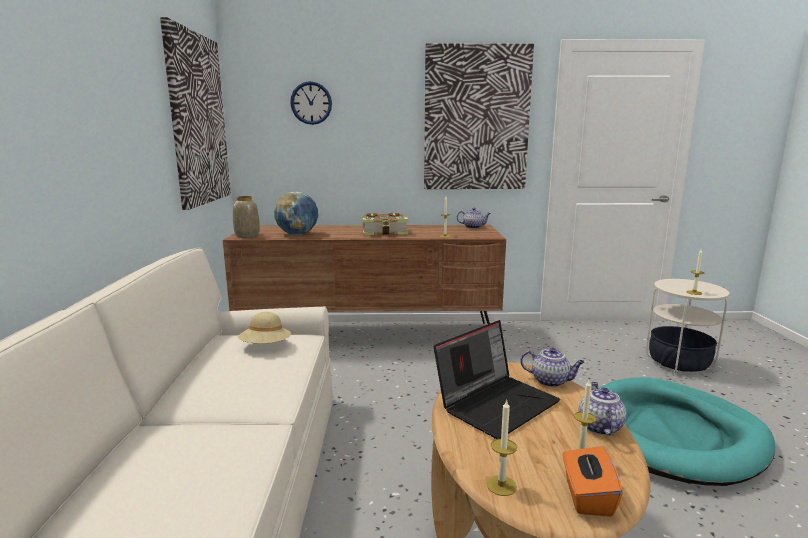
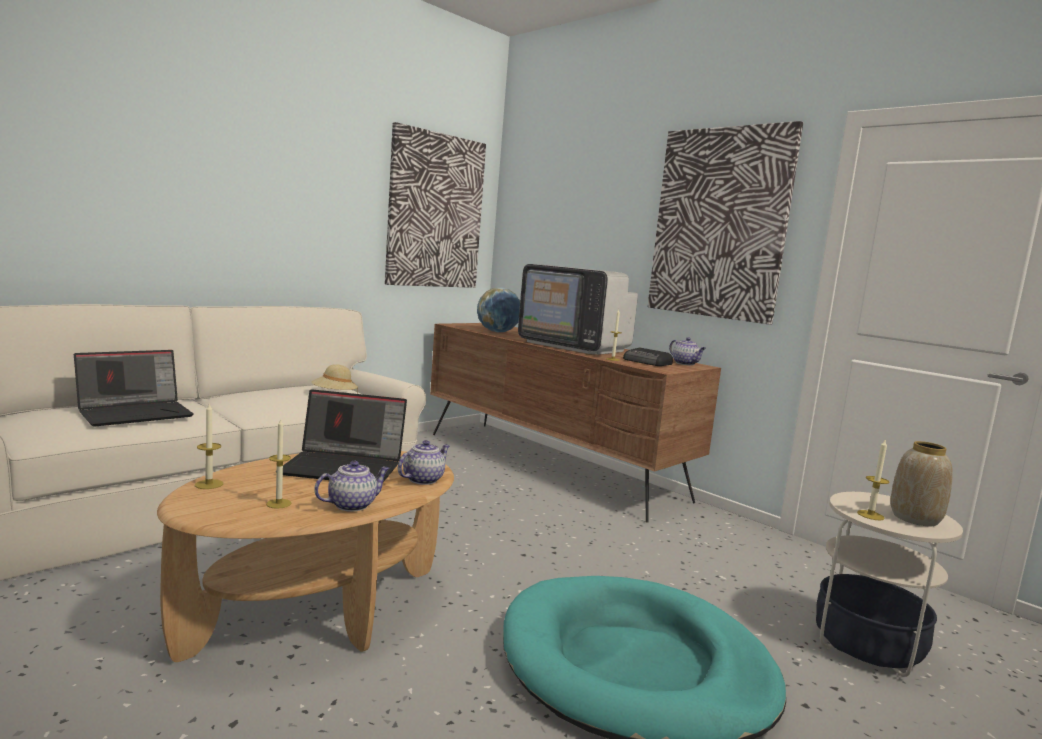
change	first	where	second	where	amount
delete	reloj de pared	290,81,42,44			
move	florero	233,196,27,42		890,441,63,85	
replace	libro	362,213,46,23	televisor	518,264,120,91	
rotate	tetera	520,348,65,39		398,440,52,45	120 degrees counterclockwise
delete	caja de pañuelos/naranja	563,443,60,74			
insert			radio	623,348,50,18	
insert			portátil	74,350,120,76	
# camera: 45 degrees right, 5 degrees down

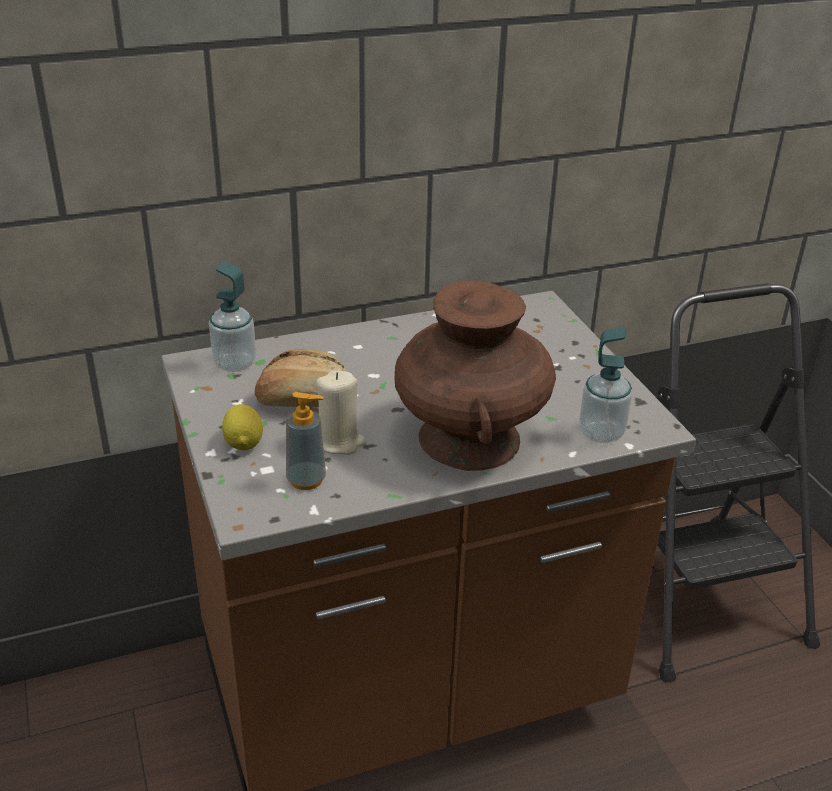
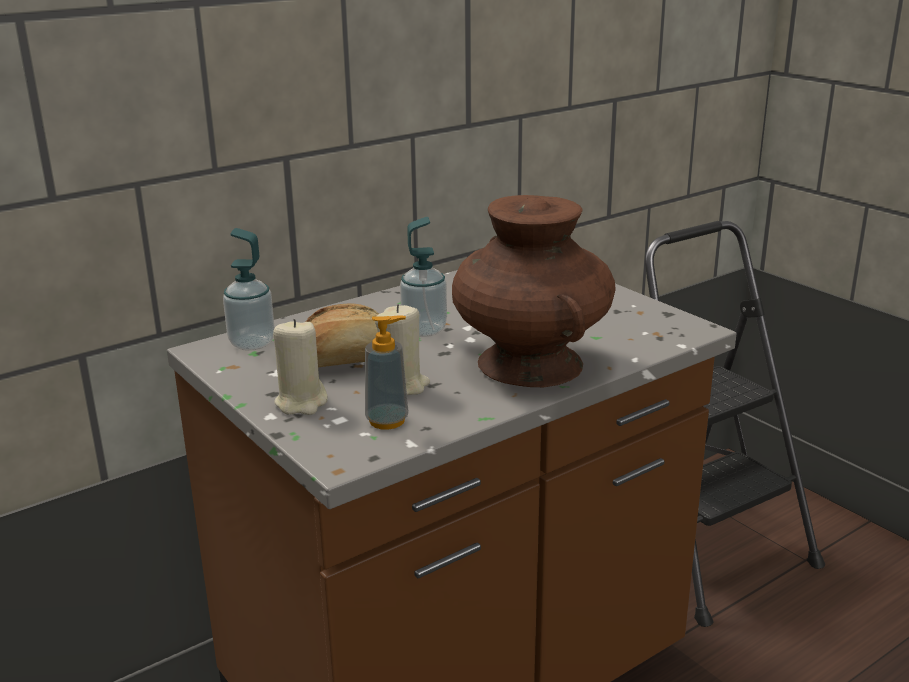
change	first	where	second	where	amount
move	dispensador de jabón	579,327,54,116		400,217,47,120	
replace	limón	222,404,41,46	vela/beis	273,319,55,96	
# camera: 15 degrees left, 10 degrees down

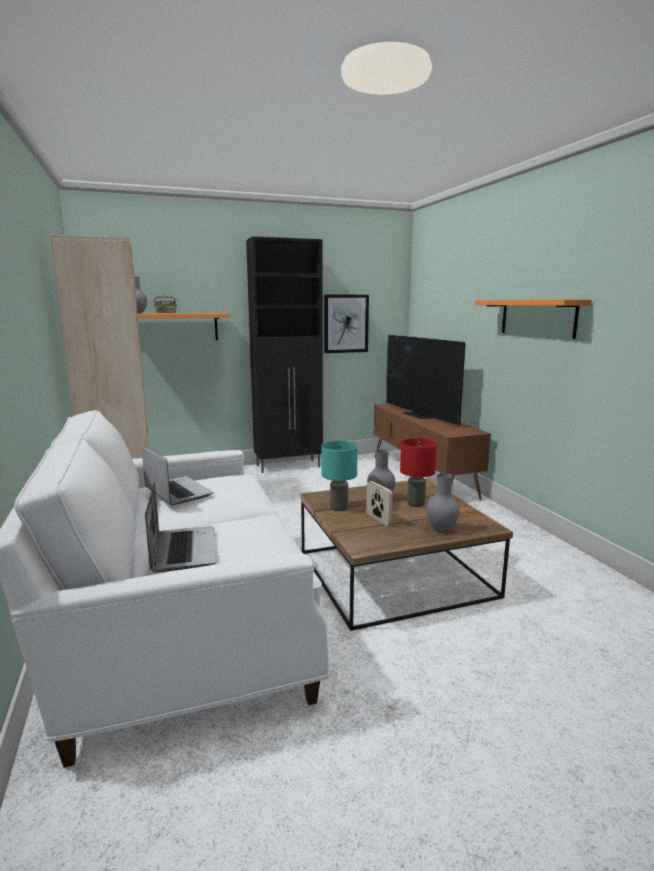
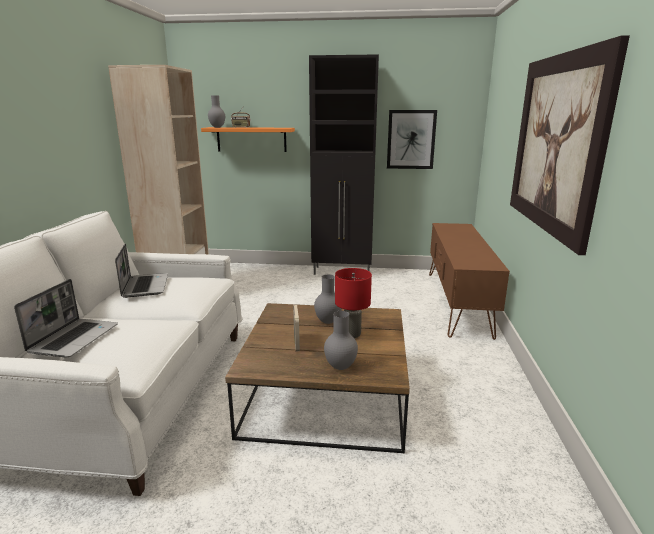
change	first	where	second	where	amount
replace	estante/naranja	475,300,116,39	cuadro	510,35,120,220	
delete	televisor	386,334,80,92			
delete	lámpara de mesa/turquesa	321,441,37,70			
# camera: 25 degrees right, 5 degrees up

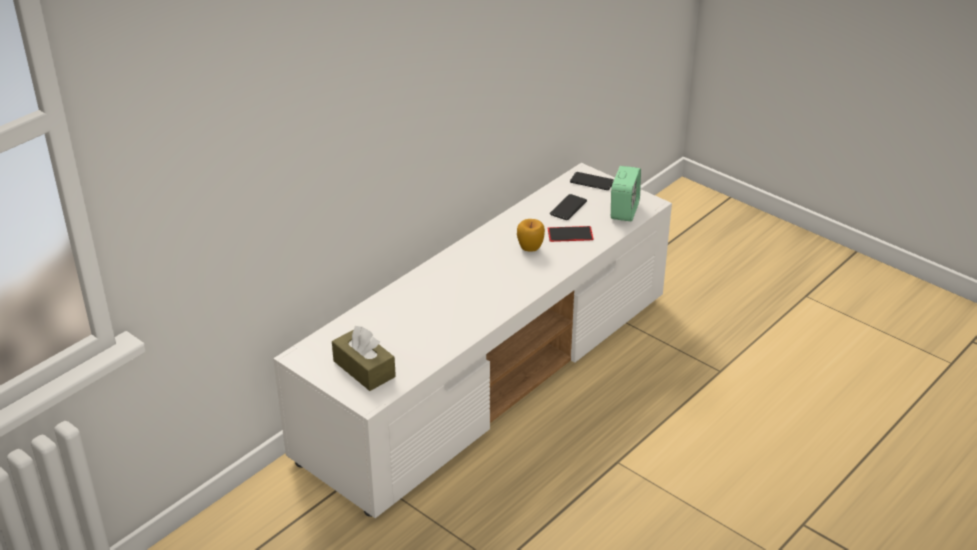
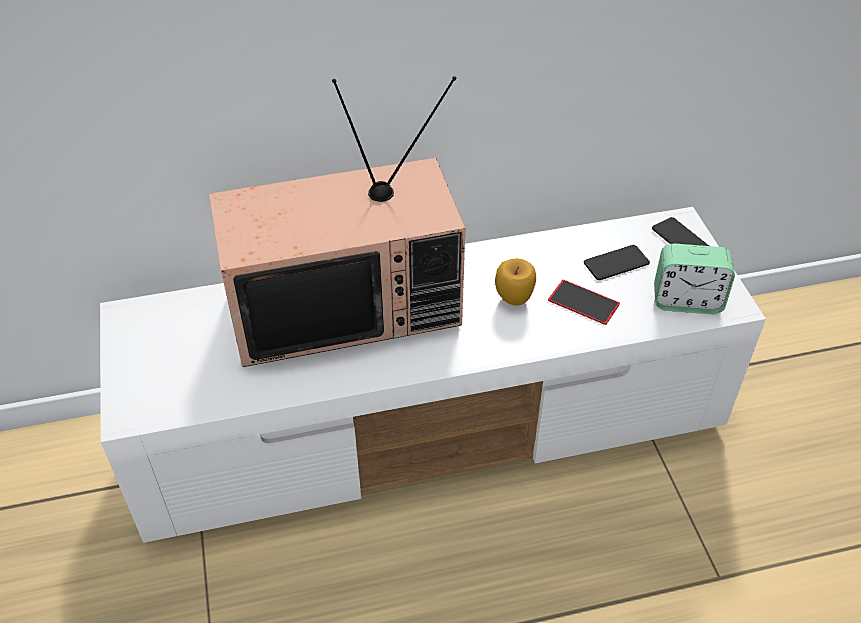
change	first	where	second	where	amount
rotate	despertador	611,166,30,56		654,243,81,71	45 degrees clockwise
delete	caja de pañuelos/marrón	332,326,64,65			
insert			televisor	209,76,256,291	
# camera: 35 degrees right, 10 degrees up

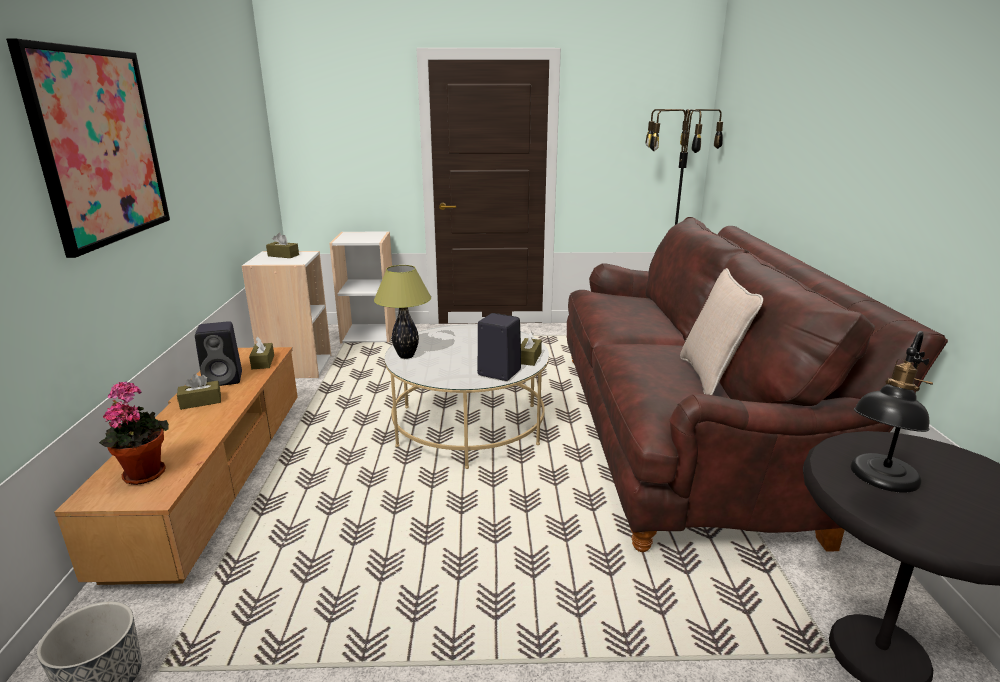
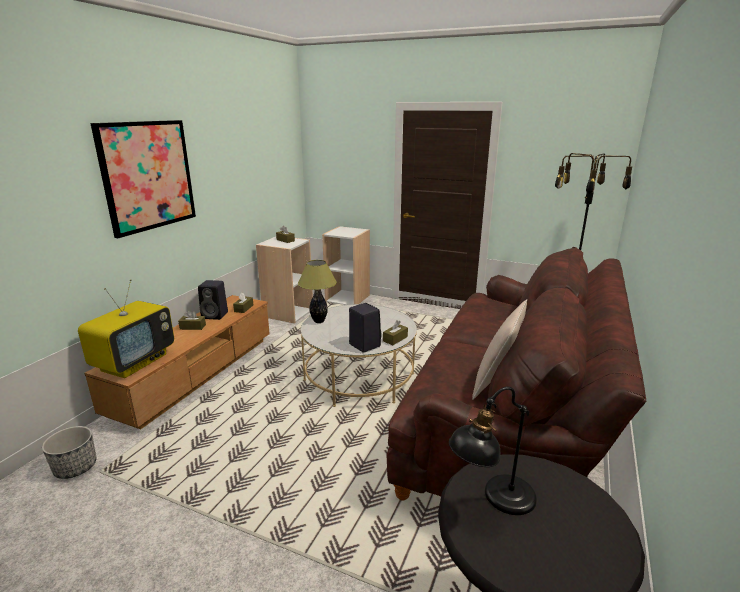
change	first	where	second	where	amount
replace	planta en maceta	99,382,70,103	televisor	78,279,96,99	
# camera: 25 degrees right, 0 degrees up

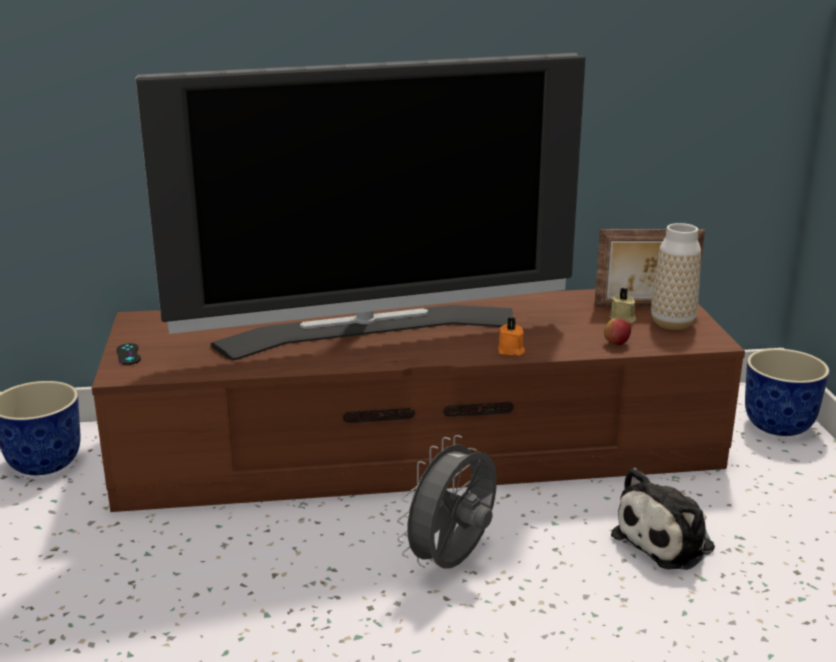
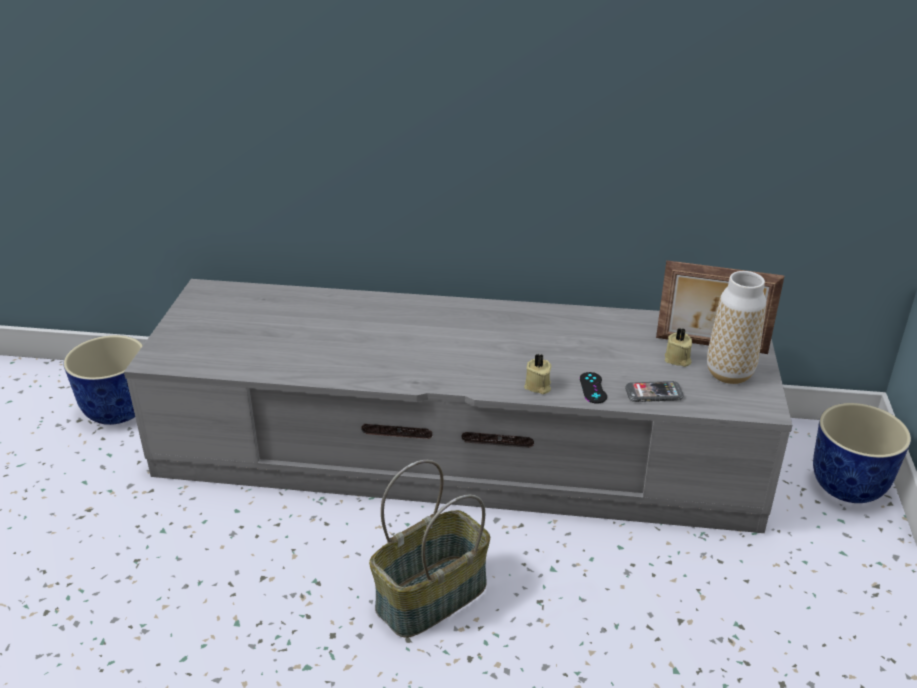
change	first	where	second	where	amount
delete	televisor	135,52,450,308			
recolor	mueble de televisión/marrón	92,289,653,223	mueble de televisión/gris	124,279,669,254	
recolor	vela/naranja	498,317,27,39	vela/beis	524,354,27,40	
replace	manzana	604,318,27,27	móvil	625,381,59,21	
move	mando de consola/negro	117,343,24,22		580,372,27,32	
replace	ventilador/gris	397,435,100,134	cesta	369,460,121,178	
delete	peluche	611,468,104,102			
# camera: 15 degrees right, 10 degrees up

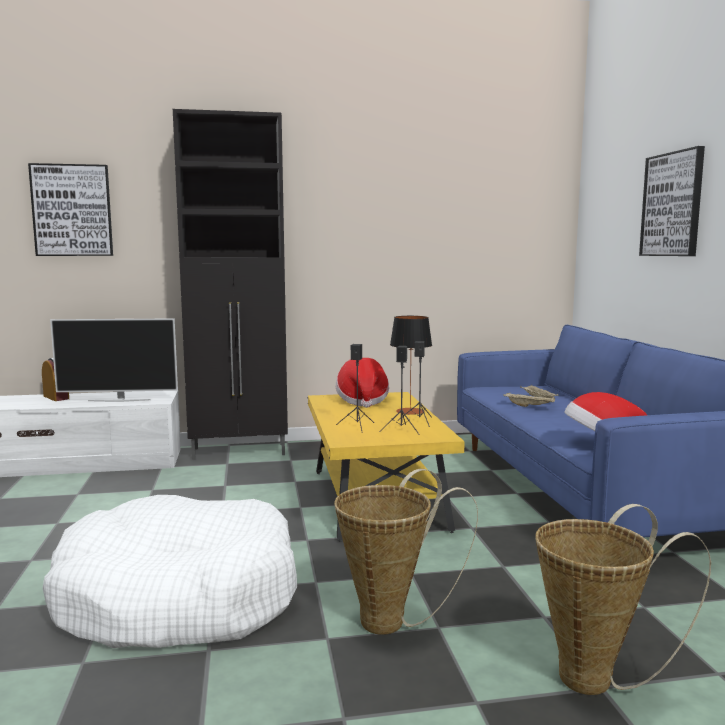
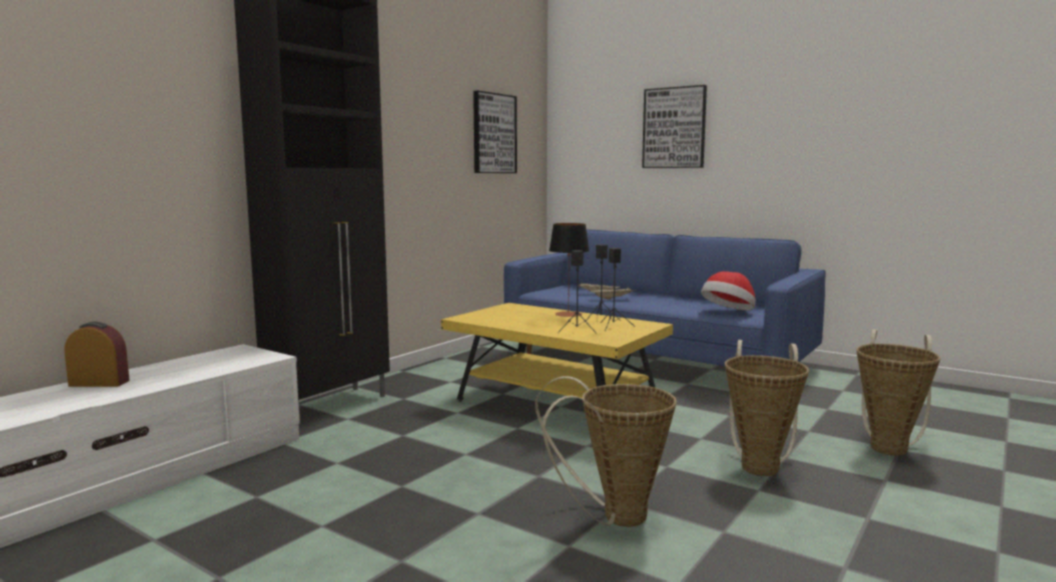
change	first	where	second	where	amount
move	cuadro	28,163,85,93		473,90,44,83	
delete	televisor	50,318,128,84			
delete	sombrero	336,358,53,50			
replace	cama para perro/blanco	43,495,254,153	cesta	535,376,142,151	
# camera: 45 degrees left, 0 degrees up

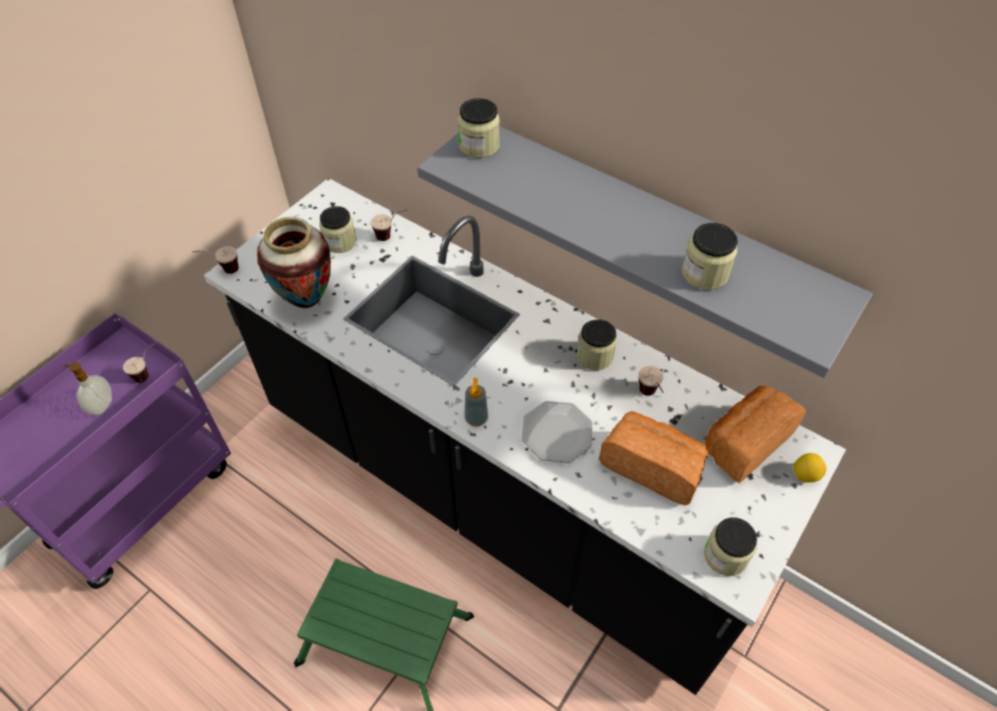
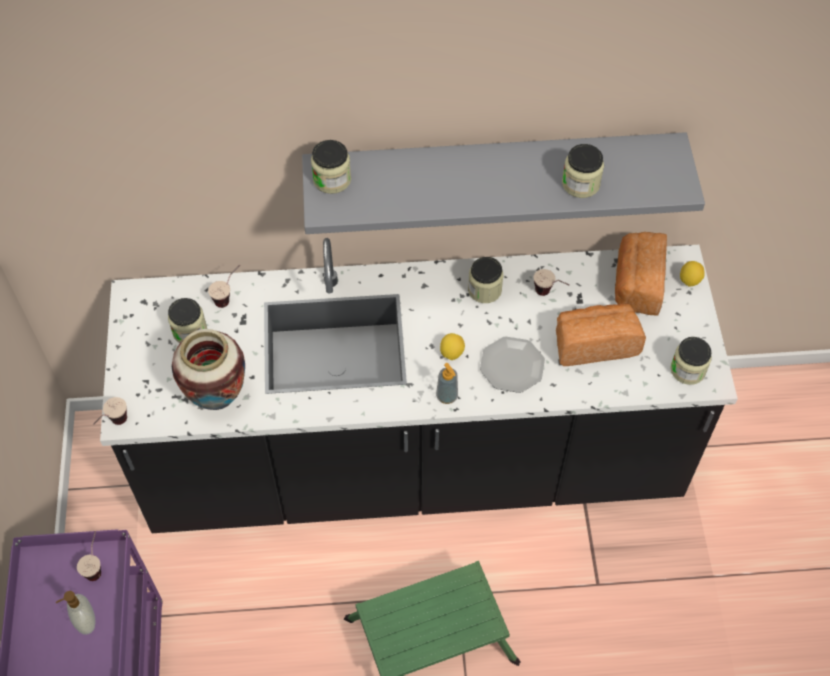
change	first	where	second	where	amount
insert			limón	440,333,25,27	
# camera: 40 degrees left, 5 degrees up

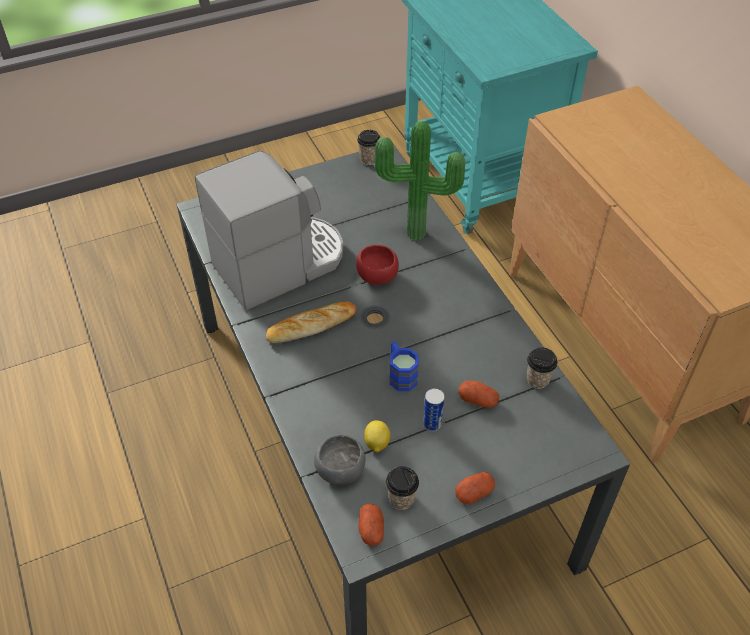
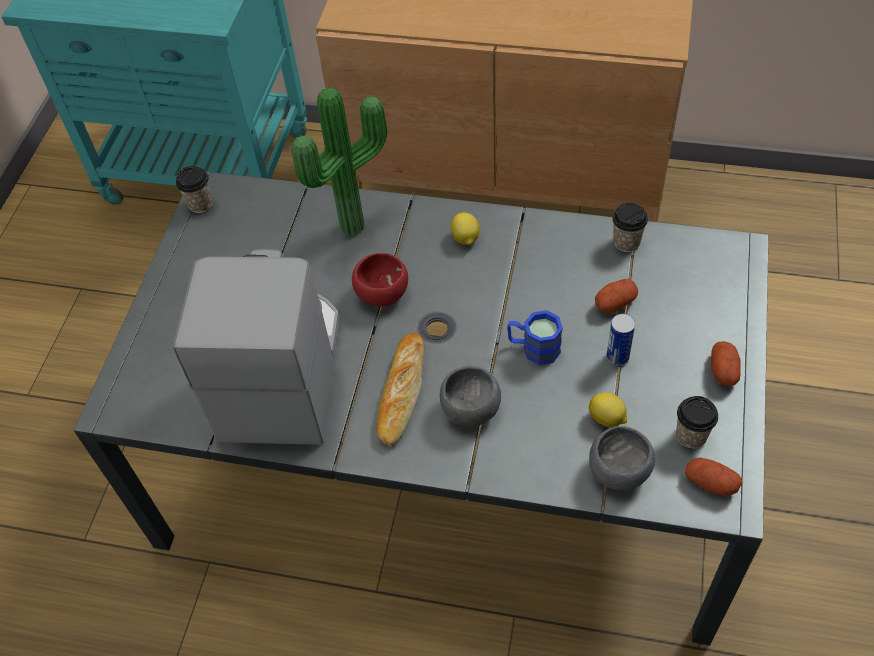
change	first	where	second	where	amount
insert			limón	451,213,29,32	
insert			cuenco/gris	440,366,61,60	
# camera: 50 degrees left, 5 degrees up

